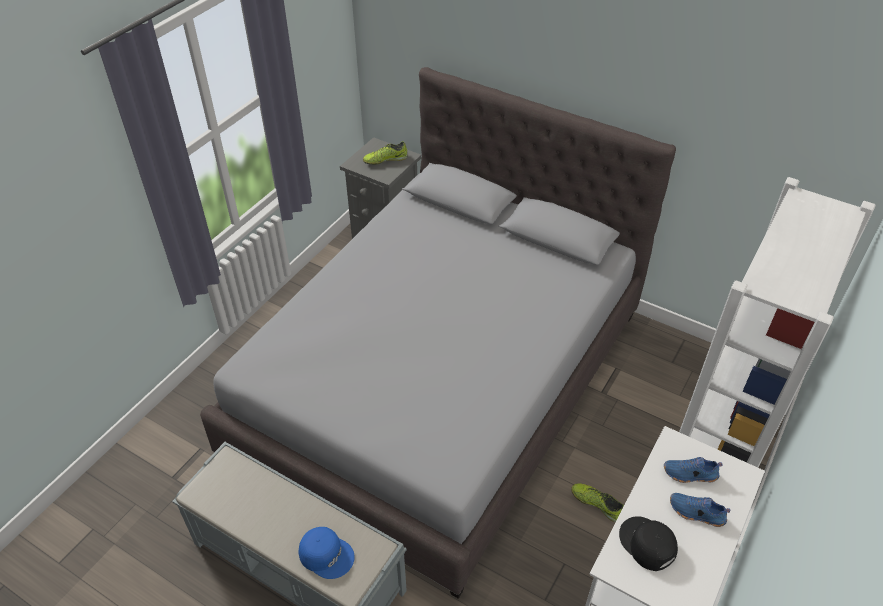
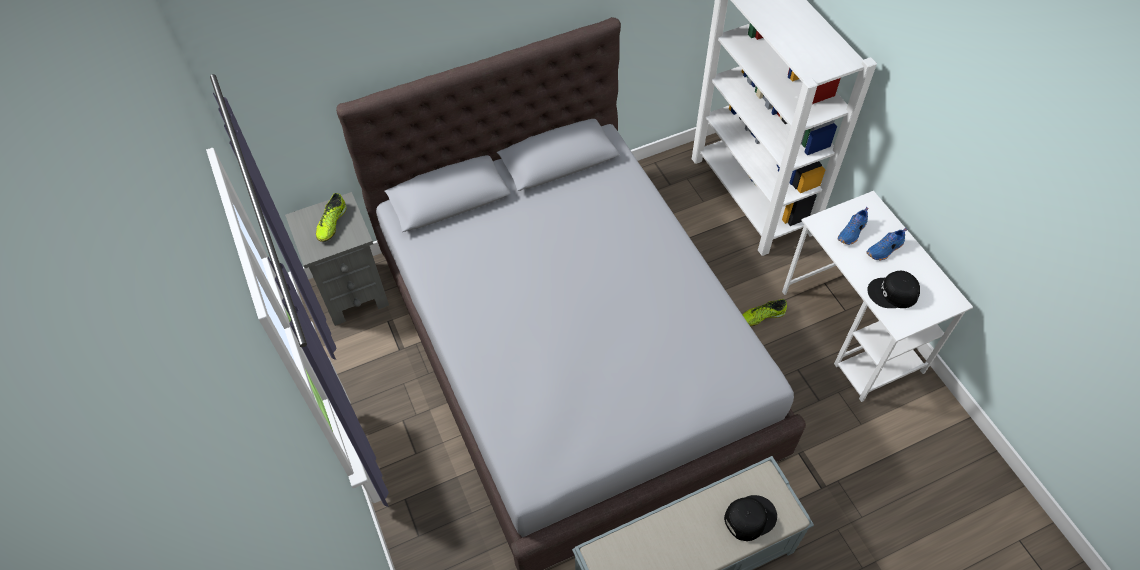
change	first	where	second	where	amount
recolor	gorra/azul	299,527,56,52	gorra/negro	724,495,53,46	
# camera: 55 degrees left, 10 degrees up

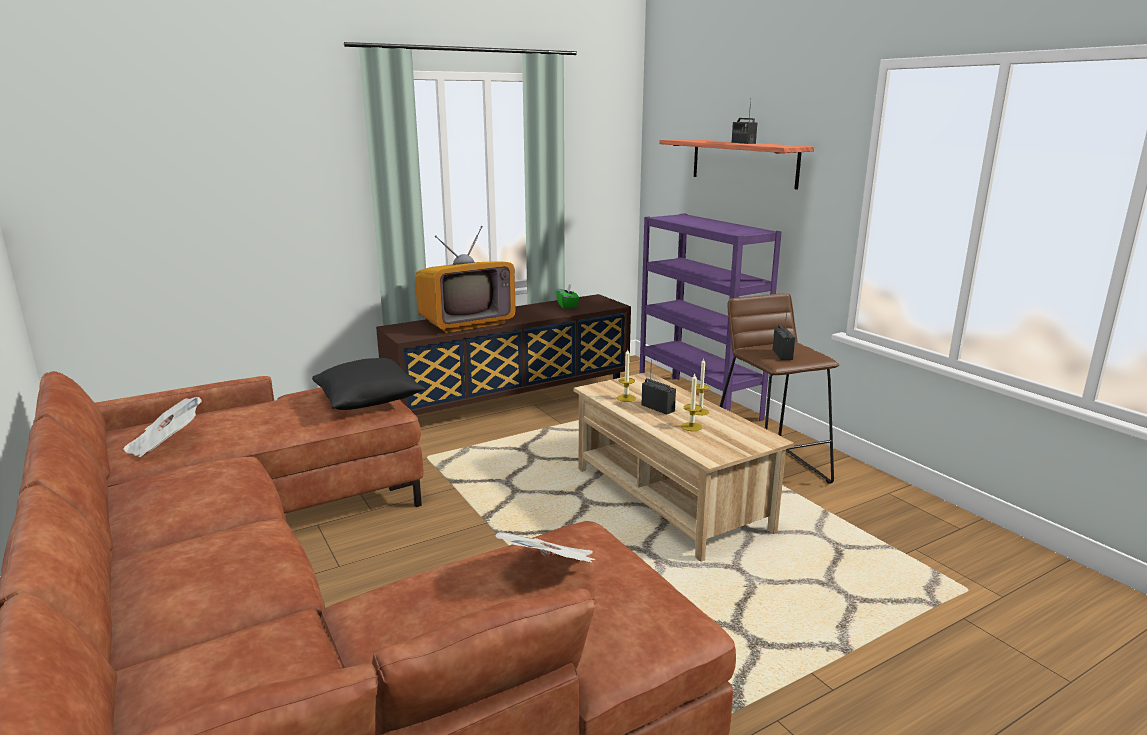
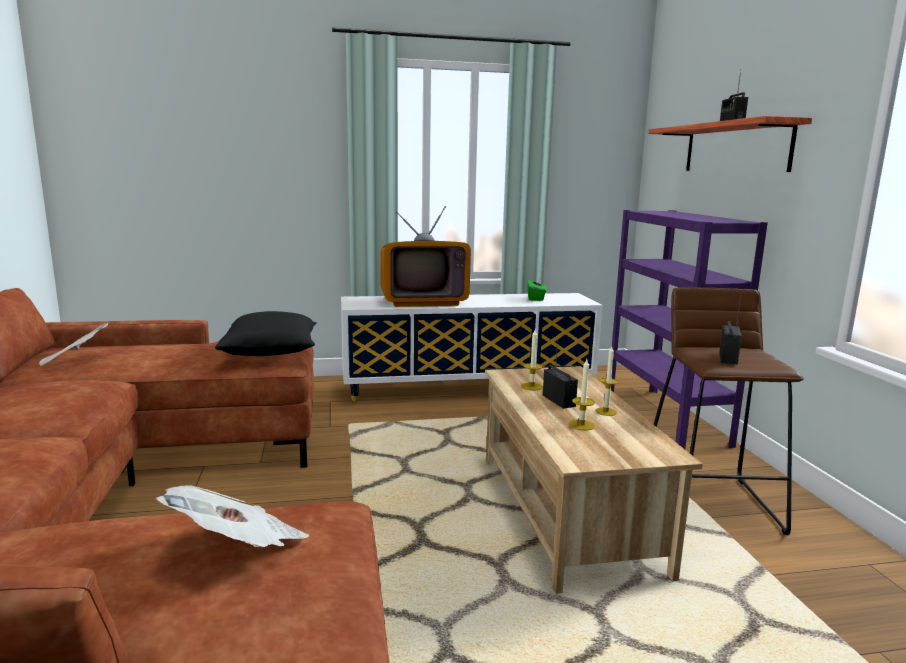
change	first	where	second	where	amount
recolor	mueble de televisión/marrón	376,294,255,121	mueble de televisión/blanco	341,293,262,109	
# camera: 20 degrees right, 5 degrees down

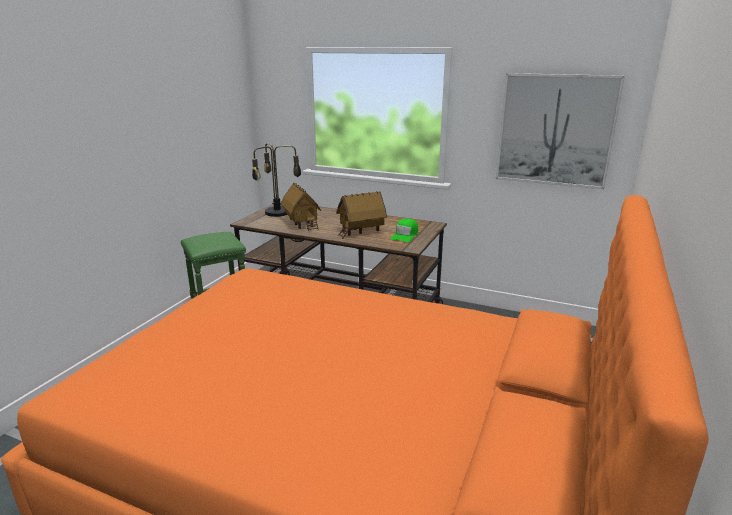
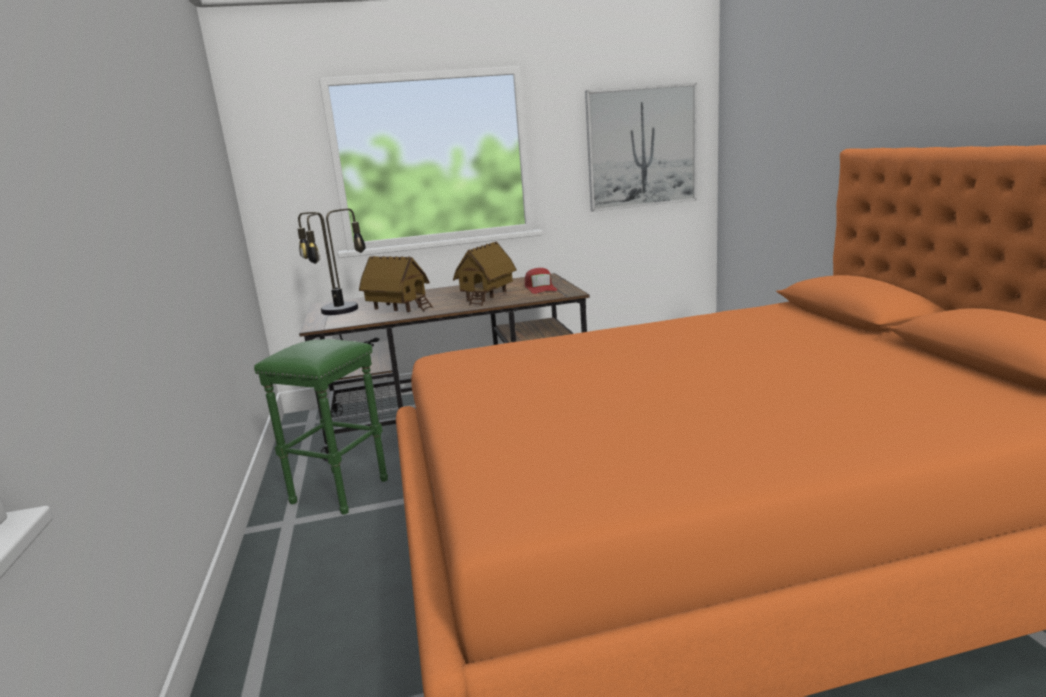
change	first	where	second	where	amount
recolor	gorra/verde	391,219,27,23	gorra/rojo	525,268,32,26	
# camera: 35 degrees left, 5 degrees down

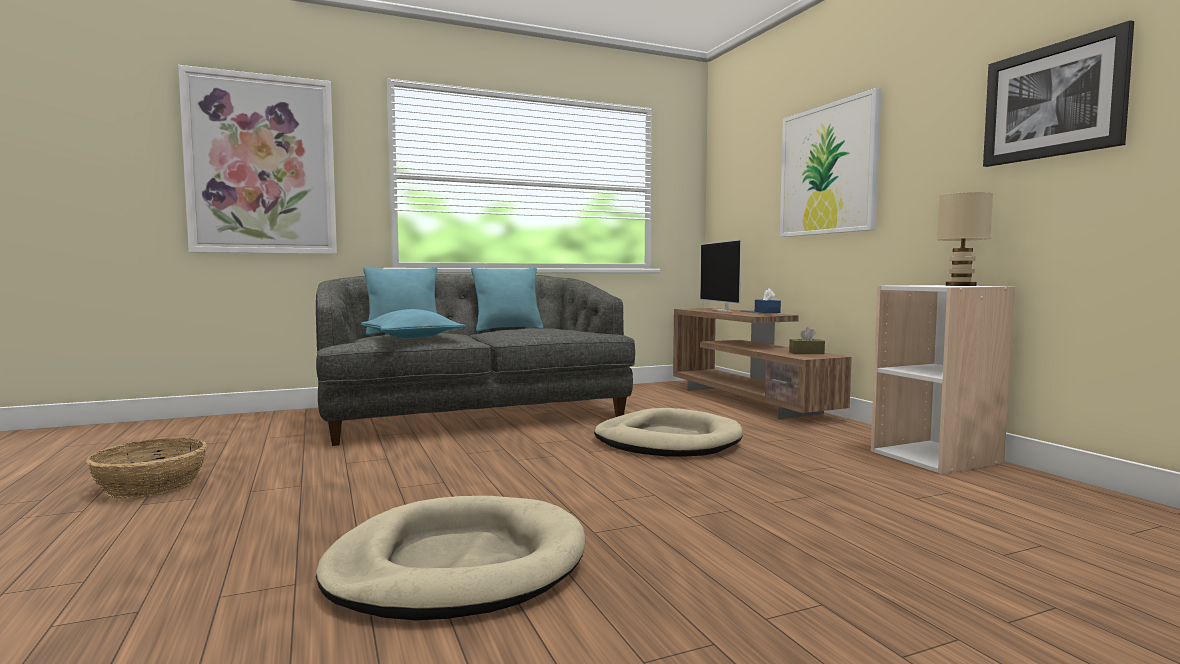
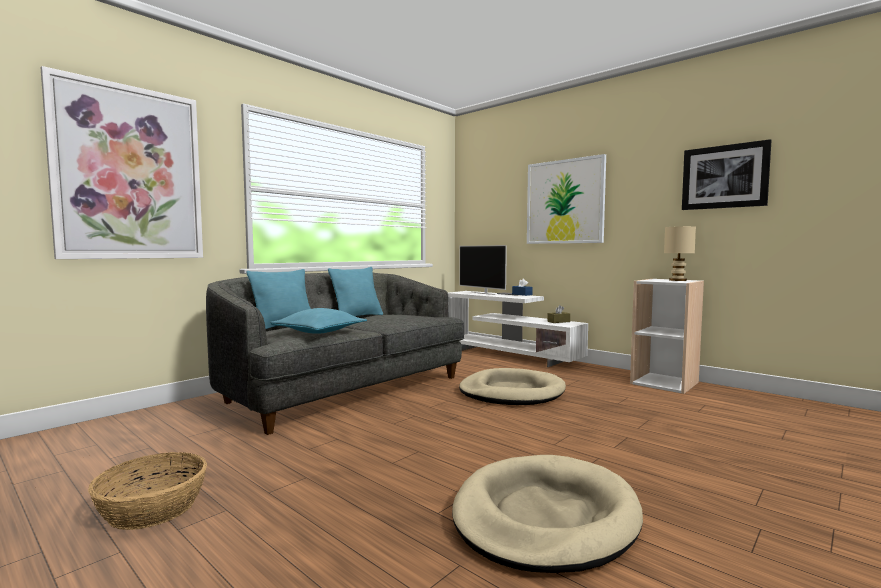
change	first	where	second	where	amount
recolor	mueble de televisión/marrón	673,308,179,111	mueble de televisión/blanco	448,291,140,76	
# camera: 25 degrees left, 0 degrees up

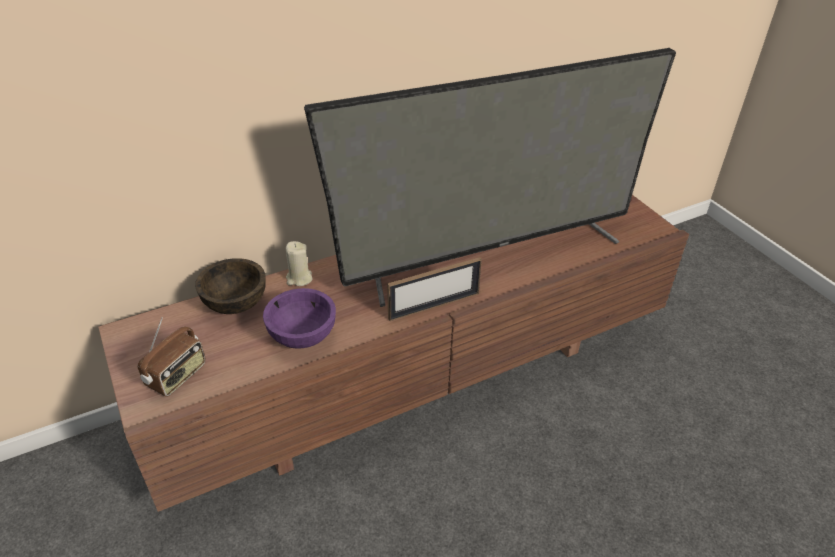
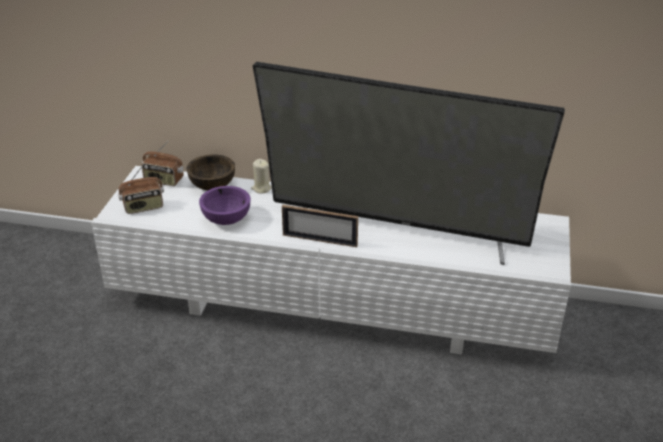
change	first	where	second	where	amount
recolor	mueble de televisión/marrón	98,195,591,317	mueble de televisión/blanco	91,166,480,189	
insert			radio	141,141,42,45	
# camera: 40 degrees right, 5 degrees down

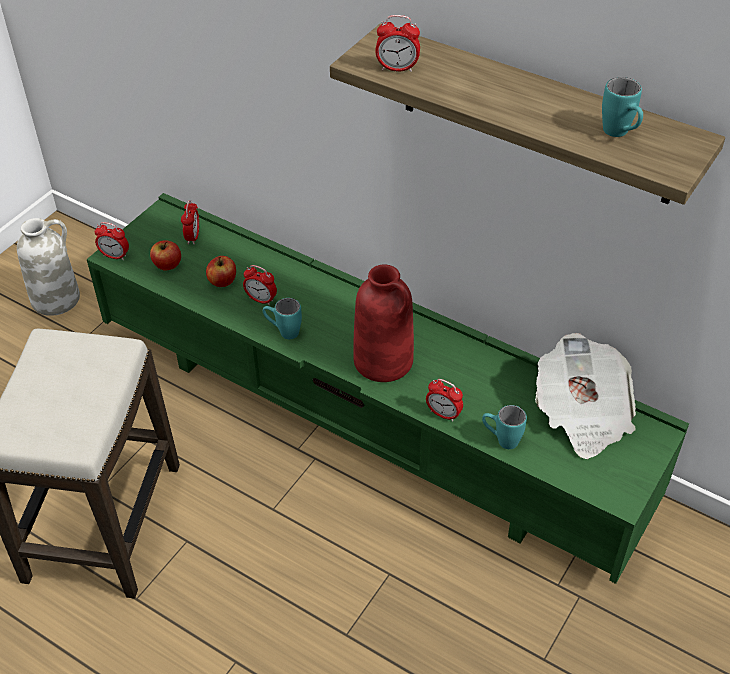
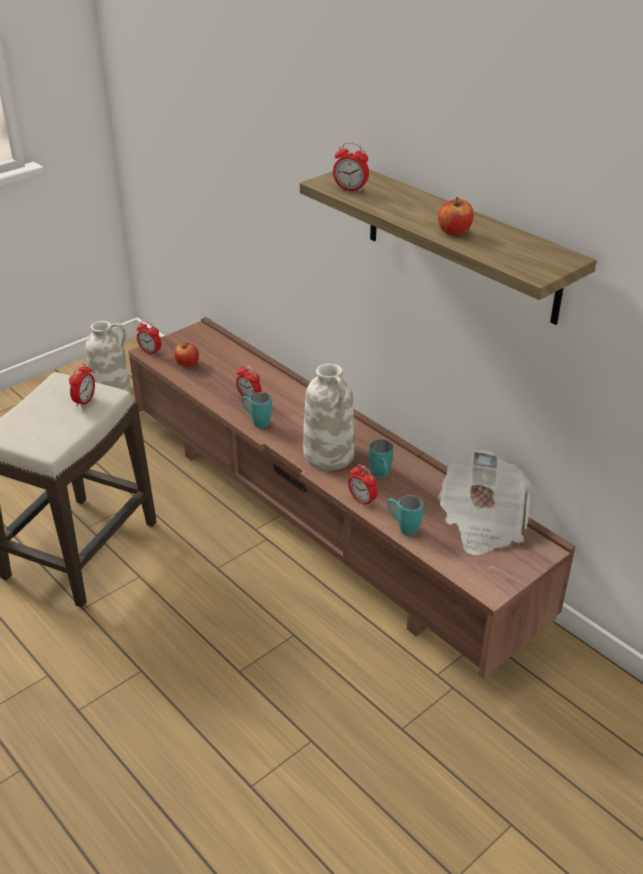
change	first	where	second	where	amount
move	taza grande/turquesa	602,77,41,60		369,440,24,38	
recolor	mueble de televisión/verde	87,193,602,391	mueble de televisión/marrón	128,317,448,361	
move	despertador	181,200,18,45		69,363,26,45	
move	manzana	206,256,30,31		438,197,35,38	
recolor	florero/rojo	353,265,61,117	florero/blanco	303,363,52,107	
# camera: 15 degrees right, 10 degrees down

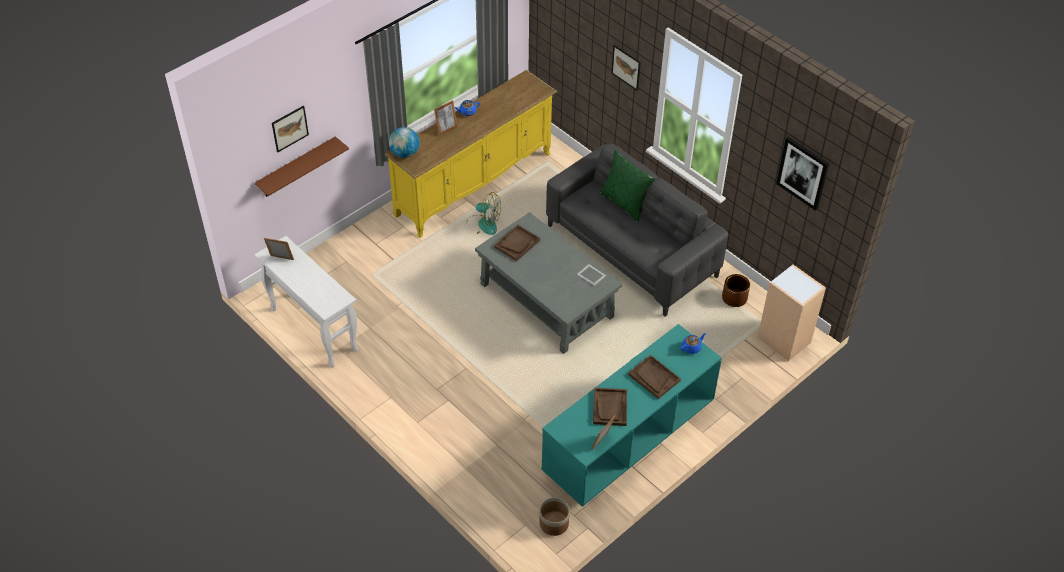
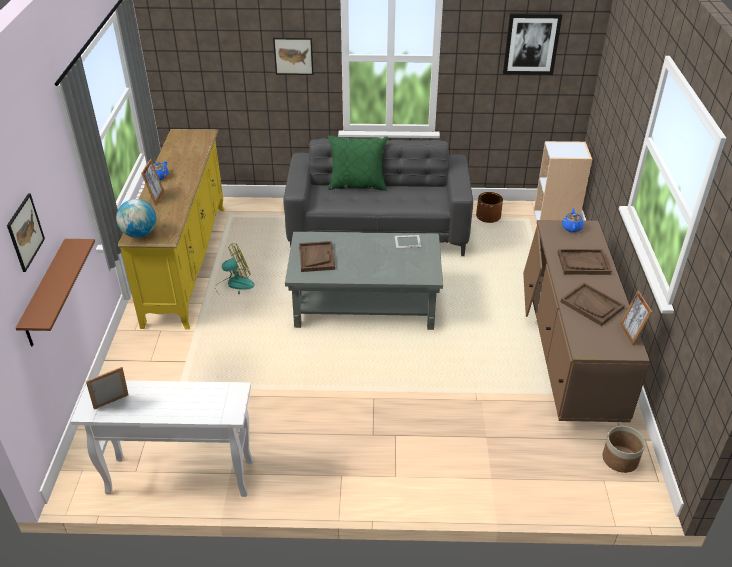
change	first	where	second	where	amount
recolor	mueble de televisión/turquesa	541,324,181,183	mueble de televisión/marrón	523,220,127,202	
# camera: 45 degrees left, 10 degrees down

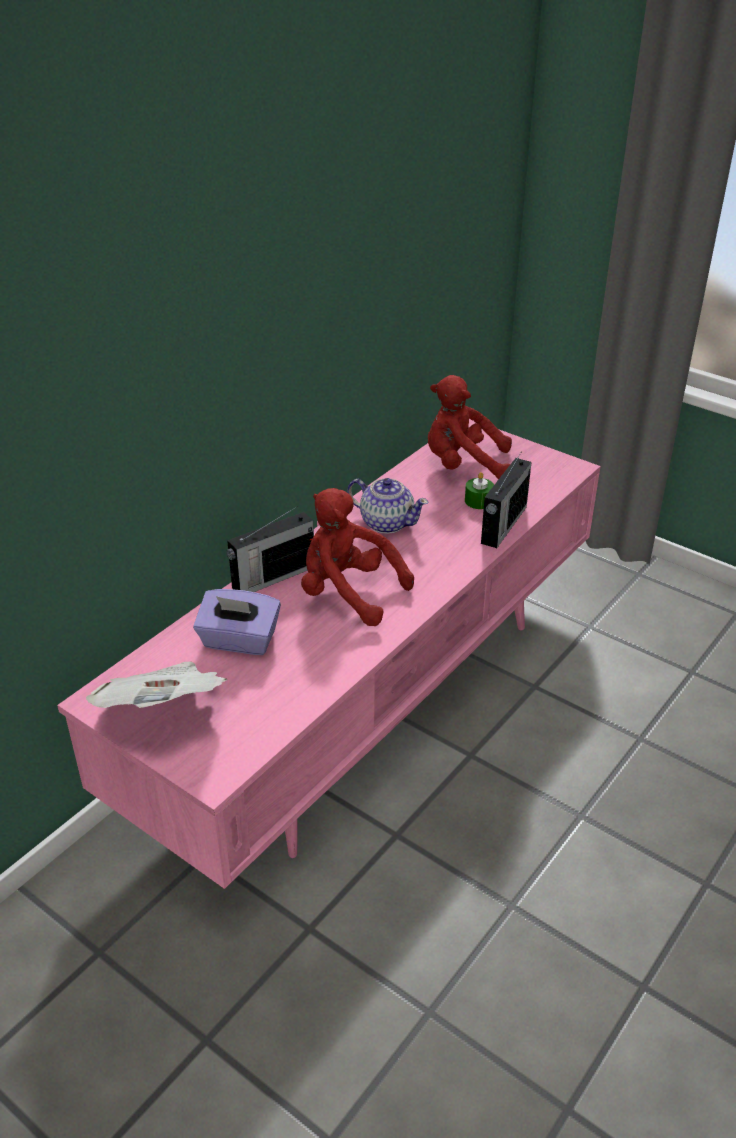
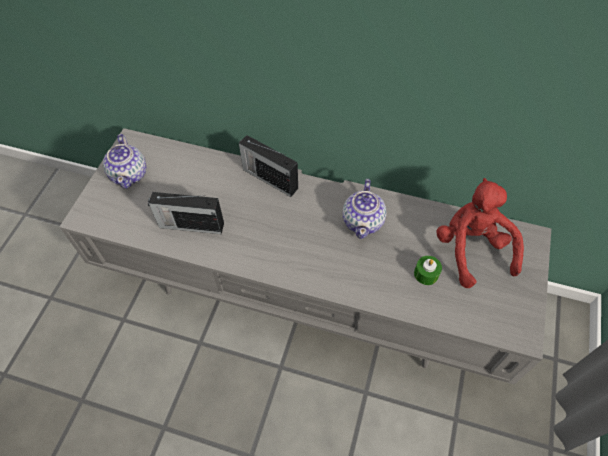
change	first	where	second	where	amount
recolor	mueble de televisión/rosa	57,419,544,470	mueble de televisión/gris	59,128,492,257	
move	radio	481,451,50,97		148,192,76,42	
delete	peluche/rojo	301,488,113,138			
delete	caja de pañuelos/morado	193,589,88,66			
replace	periódico	86,661,142,47	tetera	103,134,44,55	
# camera: 70 degrees right, 20 degrees up

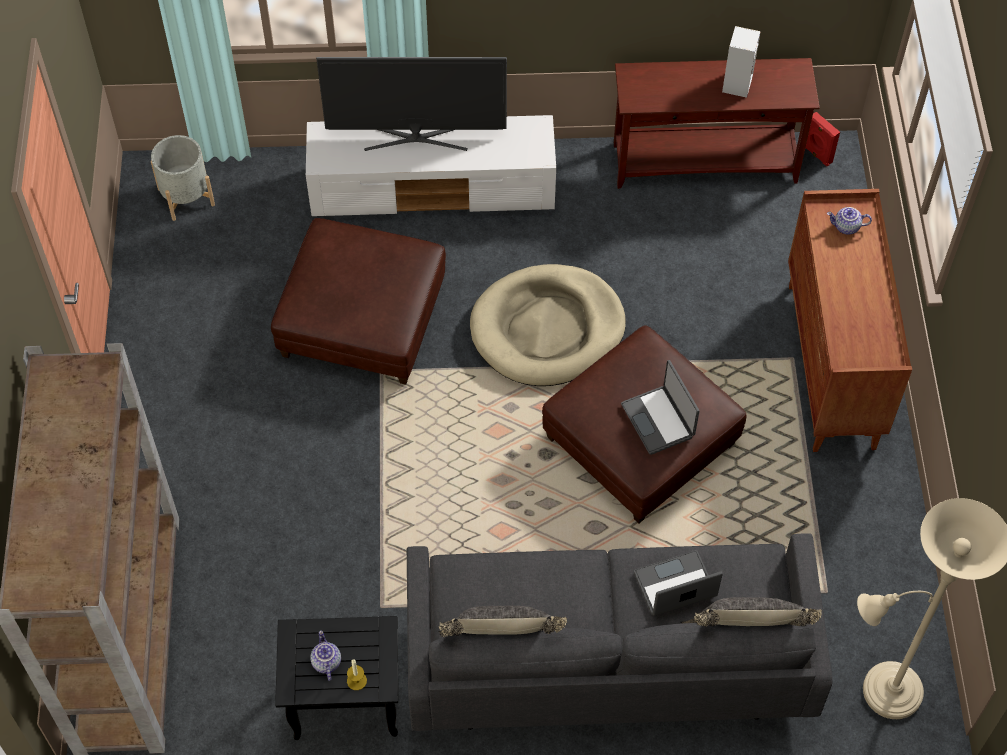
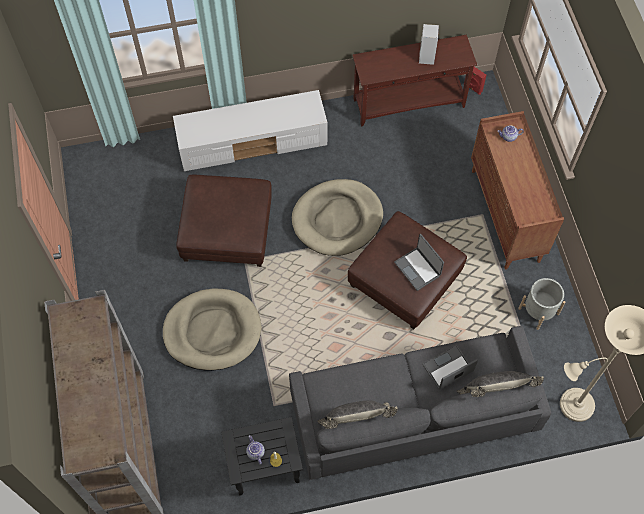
change	first	where	second	where	amount
delete	televisor	316,57,191,94			
move	maceta/gris	151,135,64,86		518,278,48,52	
insert			cama para perro/beis	163,288,99,83	
# camera: 10 degrees left, 5 degrees up

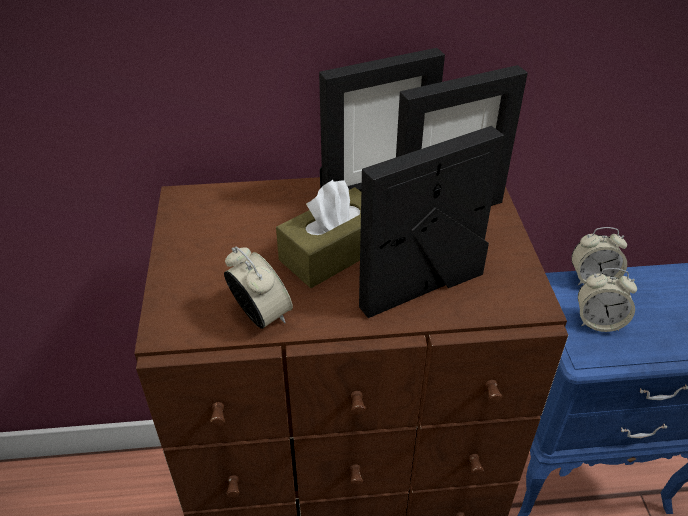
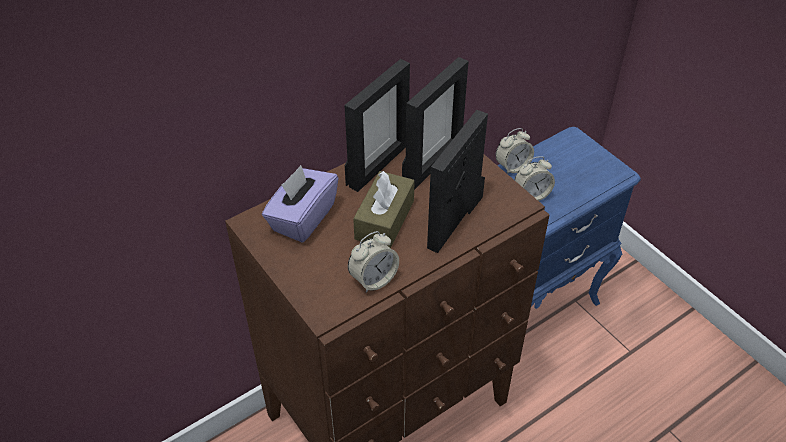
change	first	where	second	where	amount
rotate	despertador	224,247,69,82		348,231,51,62	120 degrees clockwise
insert			caja de pañuelos/morado	262,165,76,78	
# camera: 30 degrees left, 5 degrees up

